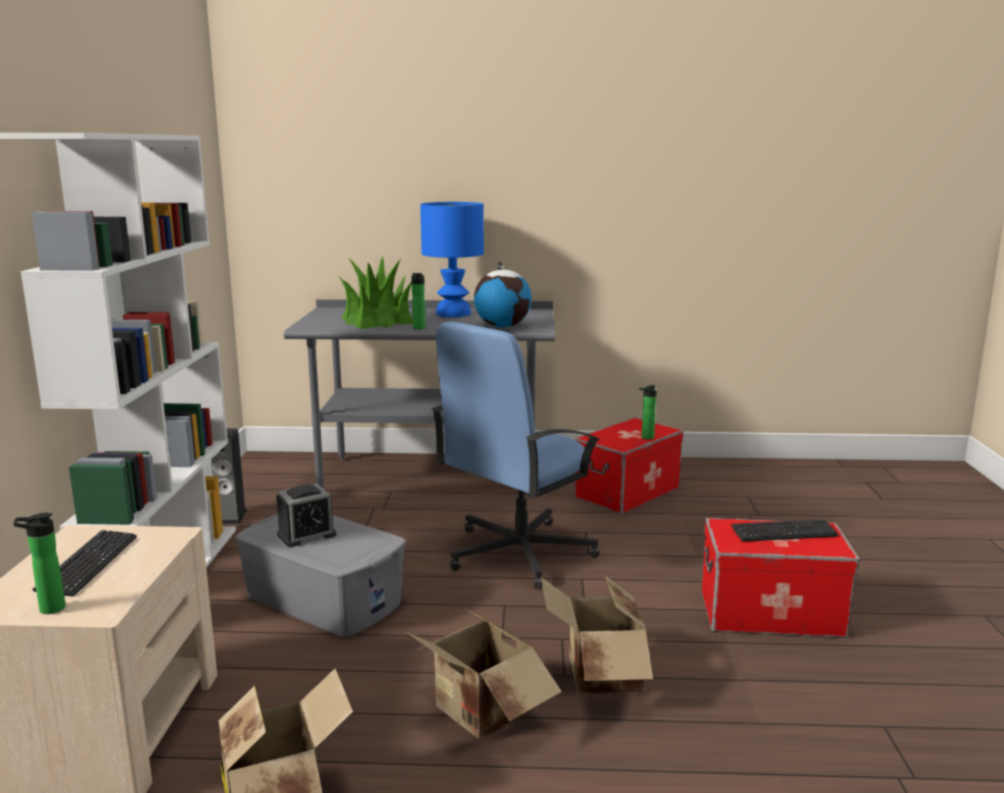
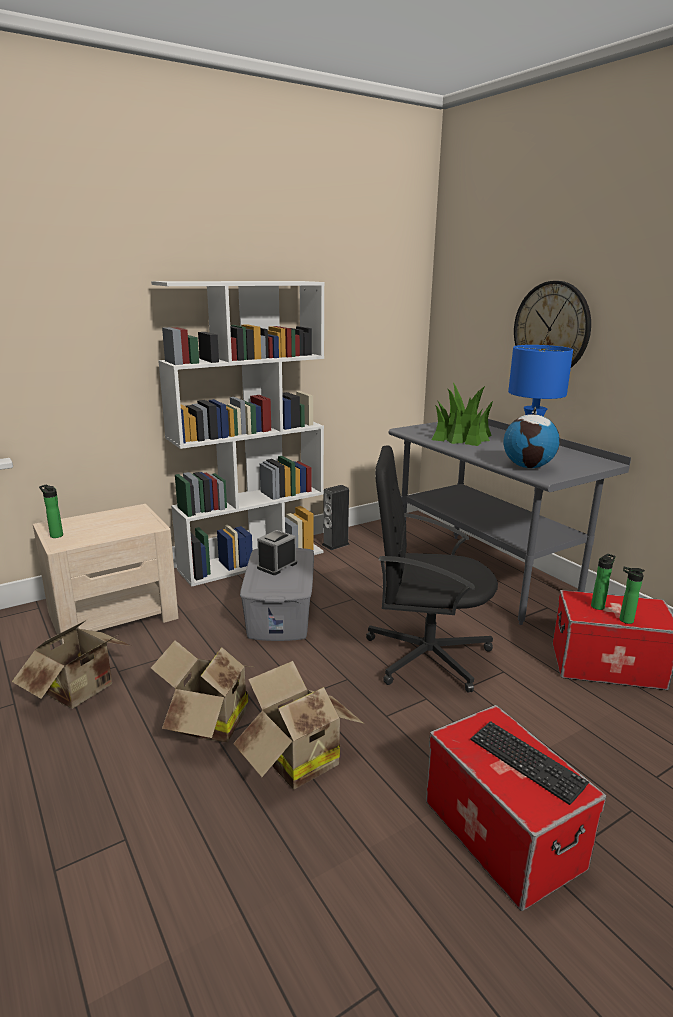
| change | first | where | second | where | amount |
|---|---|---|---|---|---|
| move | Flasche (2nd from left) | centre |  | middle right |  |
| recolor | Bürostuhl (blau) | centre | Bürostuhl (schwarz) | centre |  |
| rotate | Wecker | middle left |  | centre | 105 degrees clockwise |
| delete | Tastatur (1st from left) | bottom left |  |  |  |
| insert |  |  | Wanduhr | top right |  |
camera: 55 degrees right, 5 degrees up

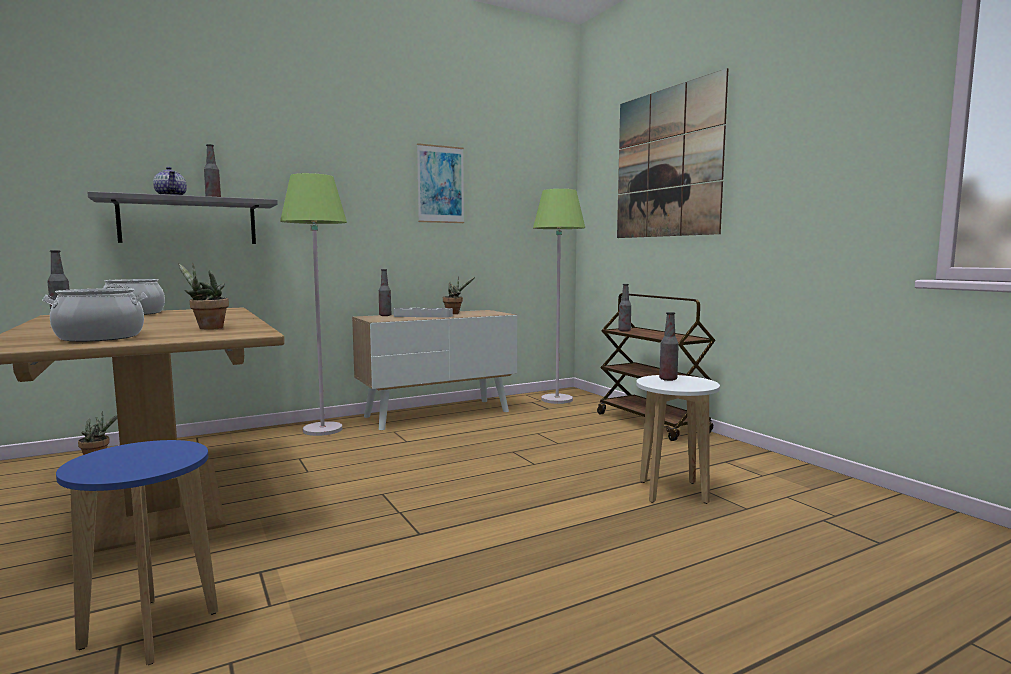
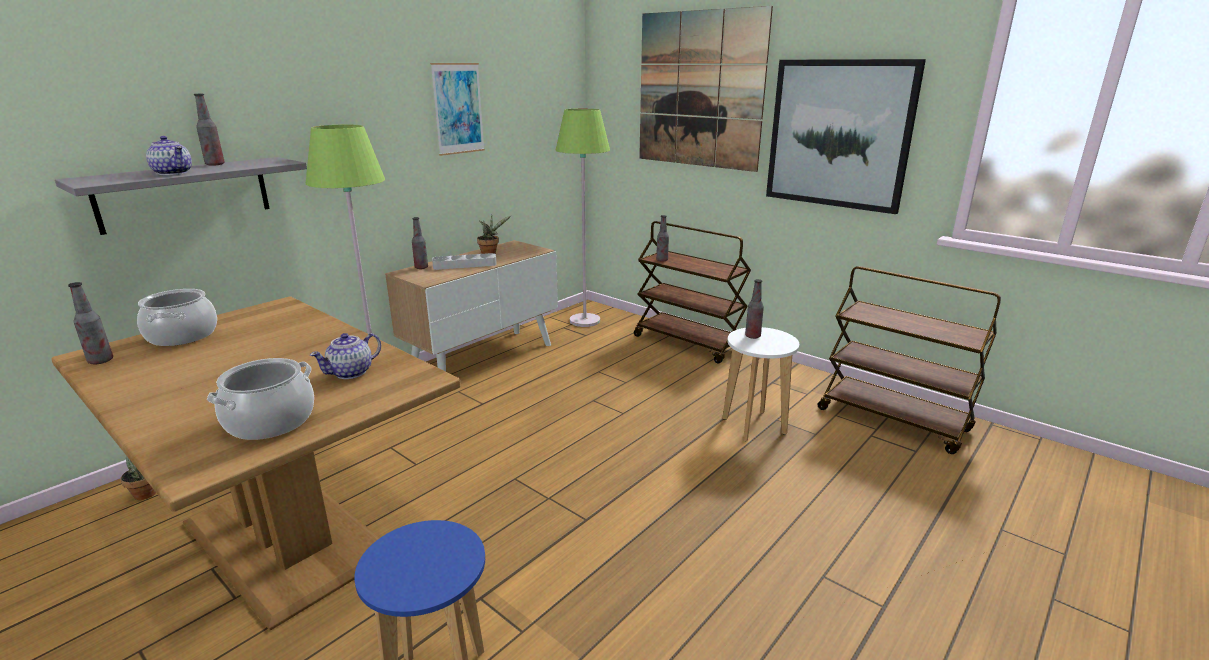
| change | first | where | second | where | amount |
|---|---|---|---|---|---|
| replace | Topfpflanze (2nd from left) | middle left | Teekanne (2nd from left) | middle left |  |
| insert |  |  | Bild (3rd from left) | top right |  |
| insert |  |  | Rollwagen (braun) (2nd from left) | middle right |  |
camera: 20 degrees left, 15 degrees up

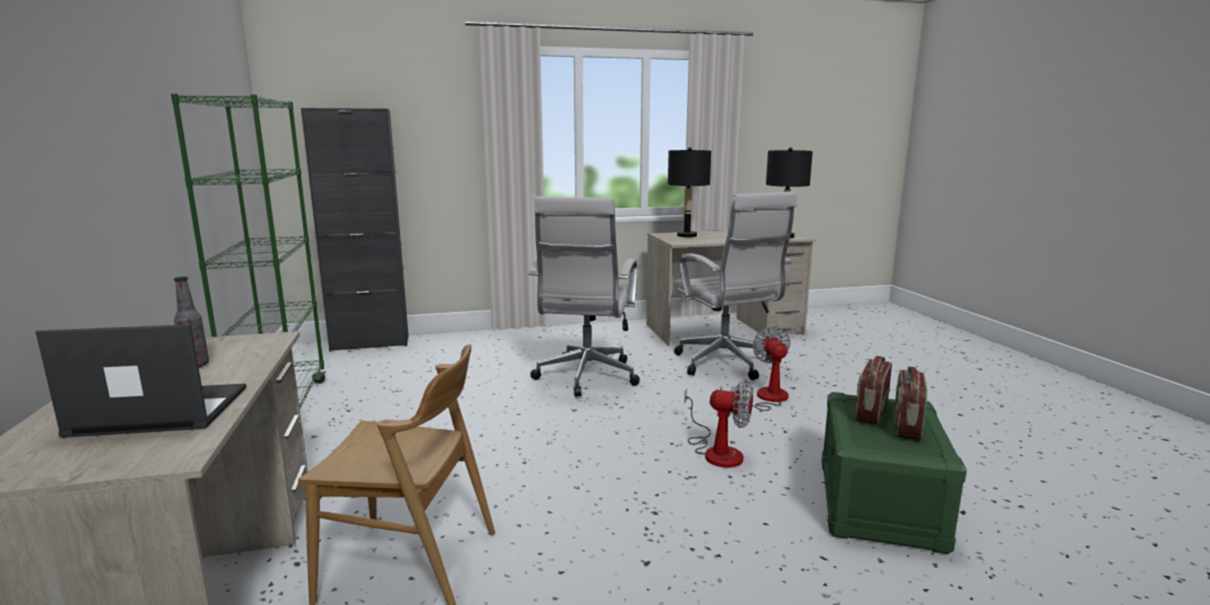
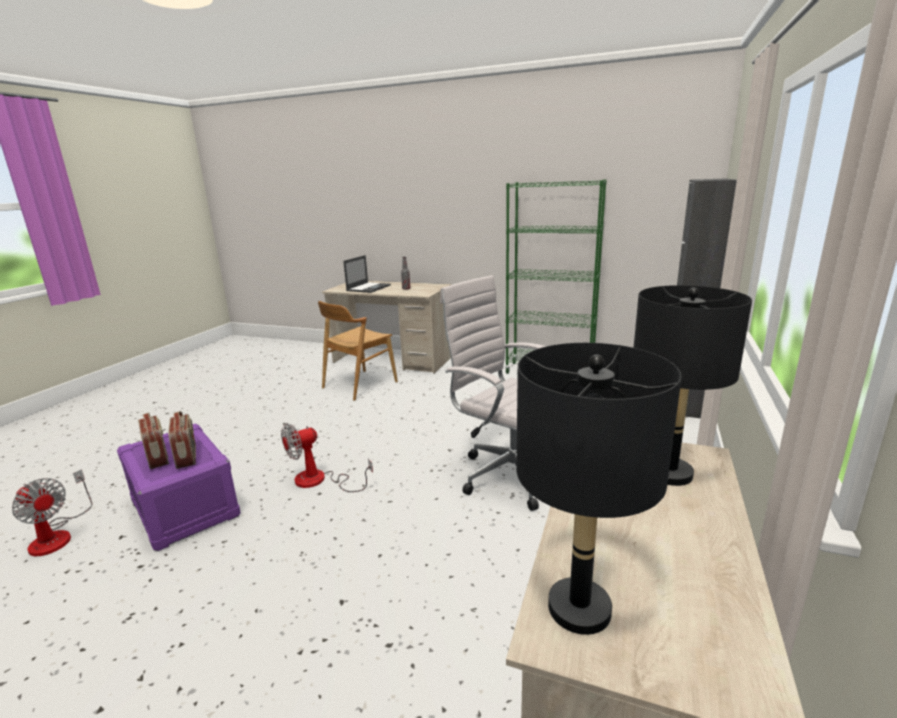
| change | first | where | second | where | amount |
|---|---|---|---|---|---|
| delete | Bürostuhl (weiß) (2nd from left) | centre |  |  |  |
| move | Ventilator (2nd from left in the first image) | centre | Ventilator (1st from left) | bottom left |  |
| recolor | Aufbewahrungsbox (grün) | bottom right | Aufbewahrungsbox (lila) | bottom left |  |
camera: 125 degrees right, 5 degrees up

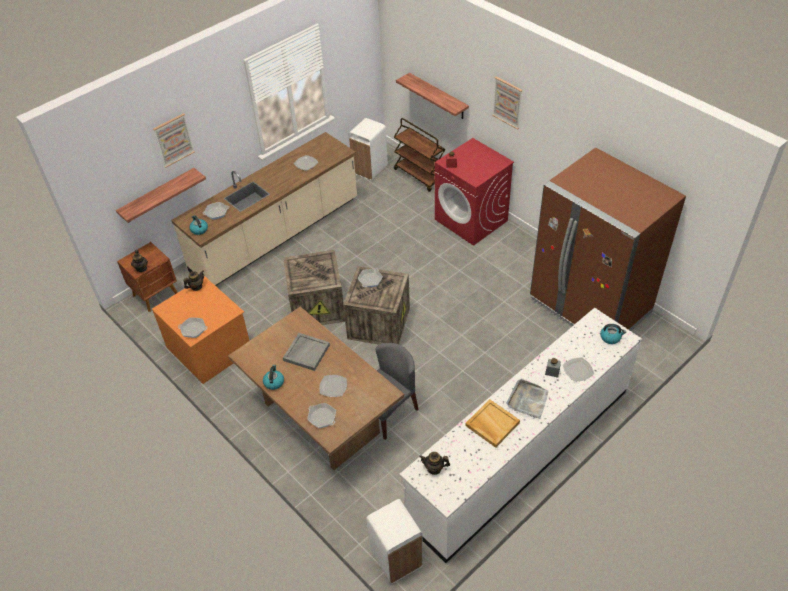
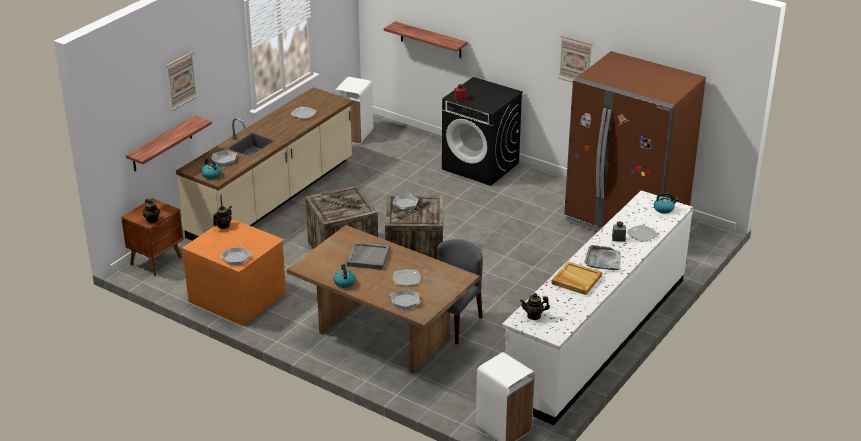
| change | first | where | second | where | amount |
|---|---|---|---|---|---|
| move | Bild (2nd from left) | top centre |  | top right |  |
| delete | Rollwagen (braun) | top centre |  |  |  |
| recolor | Waschmaschine (rot) | top centre | Waschmaschine (schwarz) | top centre |  |
camera: 15 degrees left, 15 degrees down

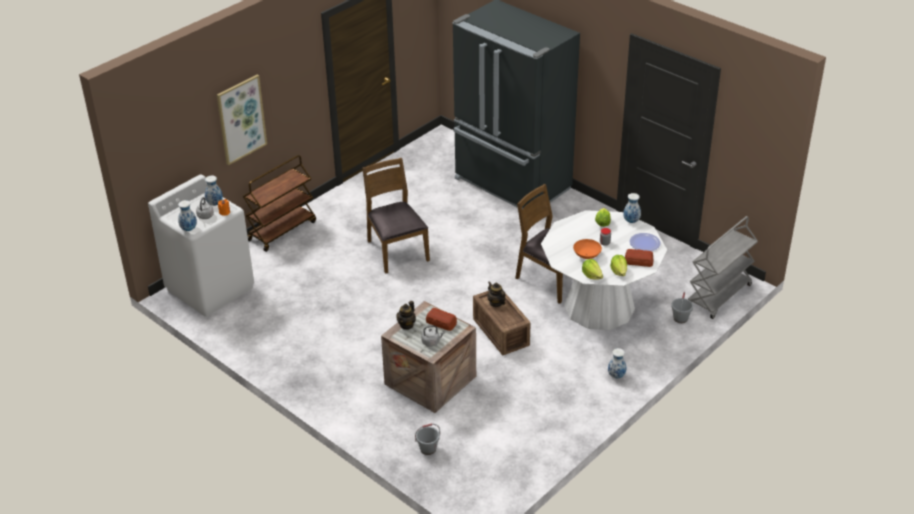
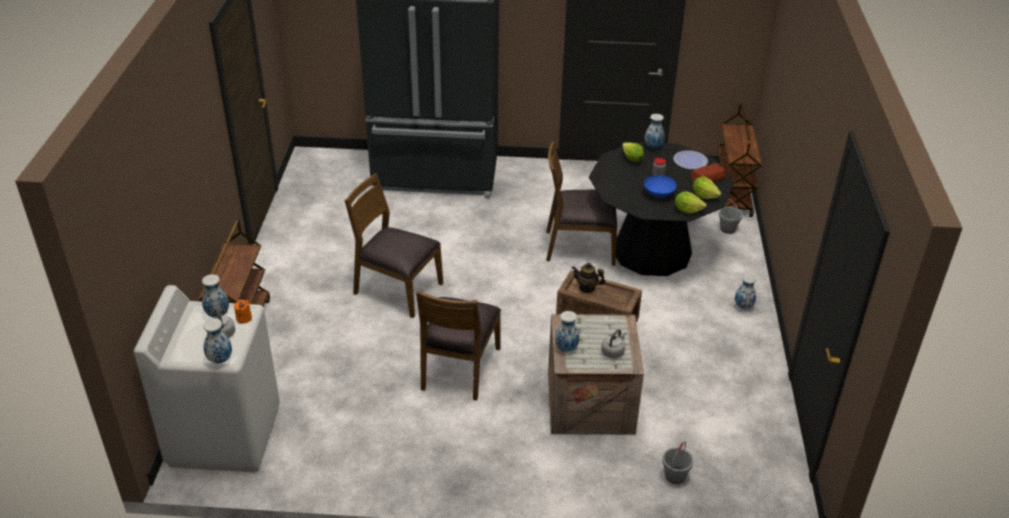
| change | first | where | second | where | amount |
|---|---|---|---|---|---|
| delete | Bild | top left |  |  |  |
| recolor | Esstisch (weiß) | centre | Esstisch (schwarz) | centre |  |
| recolor | Rollwagen (grau) | middle right | Rollwagen (braun) (2nd from left) | top right |  |
| recolor | Schüssel (orange) | centre | Schüssel (blau) | centre |  |
| replace | Teekanne (1st from left) | centre | Vase (3rd from left) | centre |  |
| delete | Brot (1st from left) | centre |  |  |  |
| insert |  |  | Stuhl (braun) (2nd from left) | centre |  |
camera: 40 degrees left, 0 degrees up

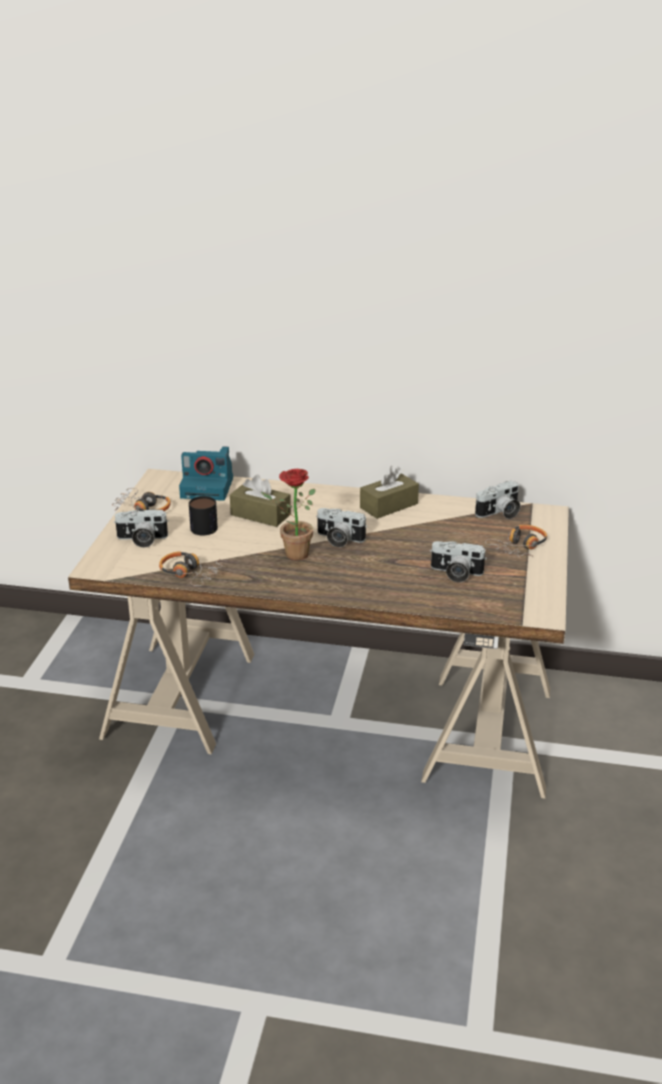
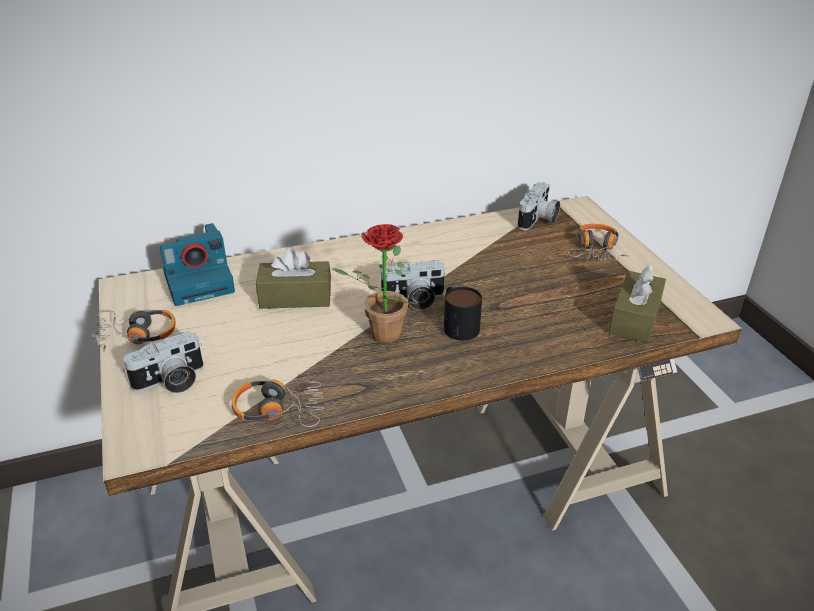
| change | first | where | second | where | amount |
|---|---|---|---|---|---|
| move | Taschentuchbox (braun) (2nd from left) | centre |  | middle right |  |
| move | Henkelbecher | middle left |  | centre |  |
| delete | Kamera (4th from left) | middle right |  |  |  |
camera: 30 degrees left, 5 degrees up

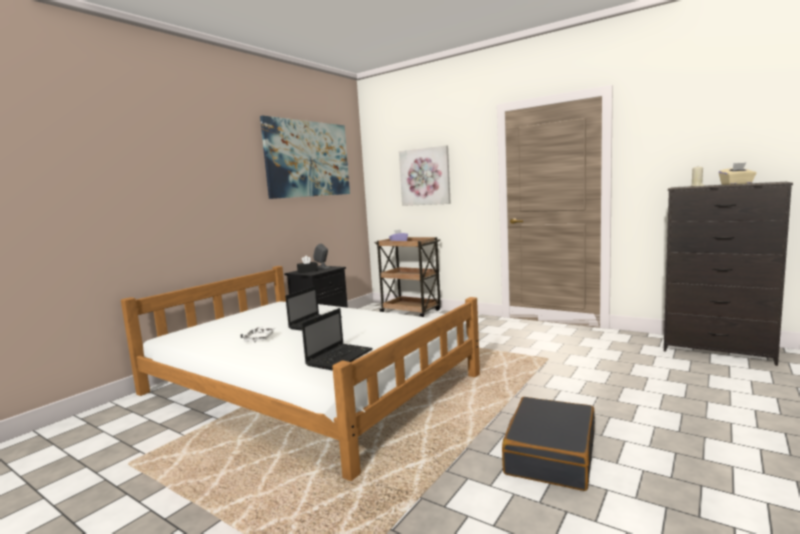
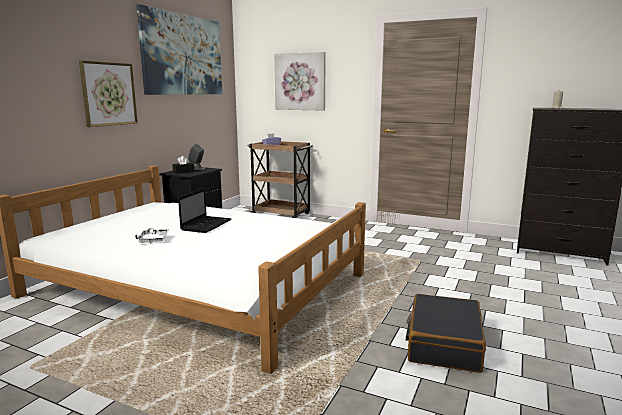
| change | first | where | second | where | amount |
|---|---|---|---|---|---|
| delete | Taschentuchbox (beige) | top right |  |  |  |
| delete | Laptop (2nd from left) | centre |  |  |  |
| insert |  |  | Bild (1st from left) | top left |  |
camera: 10 degrees left, 5 degrees up

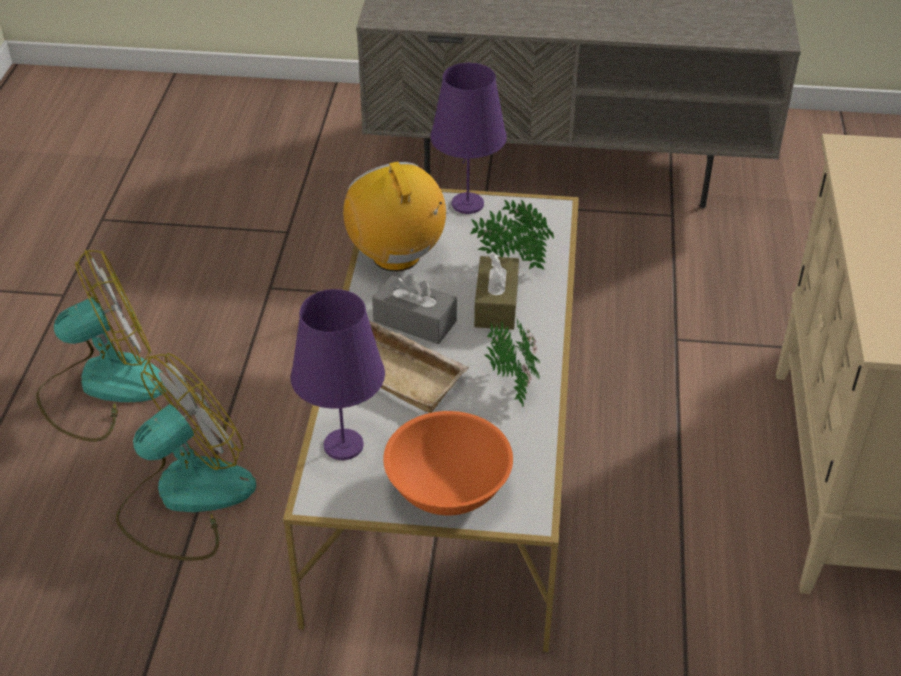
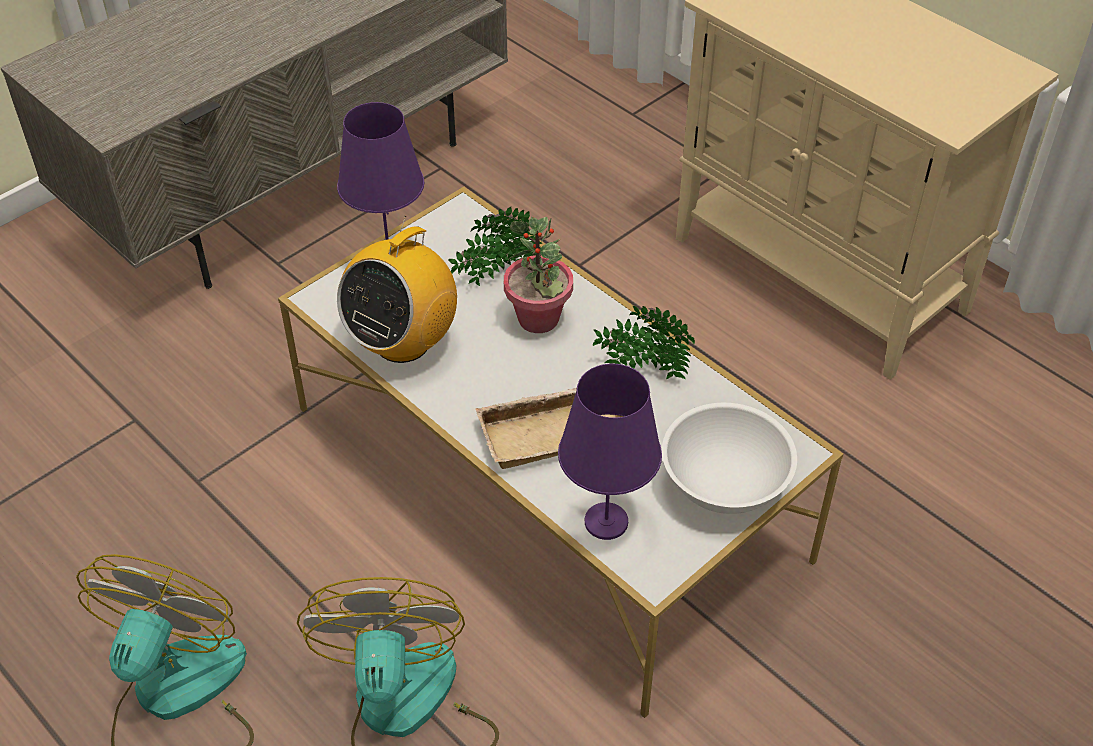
| change | first | where | second | where | amount |
|---|---|---|---|---|---|
| rotate | Radio | top centre |  | centre | 75 degrees counterclockwise |
| replace | Taschentuchbox (braun) | centre | Topfpflanze (2nd from left) | centre |  |
| delete | Taschentuchbox (grau) | centre |  |  |  |
| recolor | Schüssel (orange) | bottom centre | Schüssel (weiß) | middle right |  |
camera: 50 degrees left, 5 degrees up

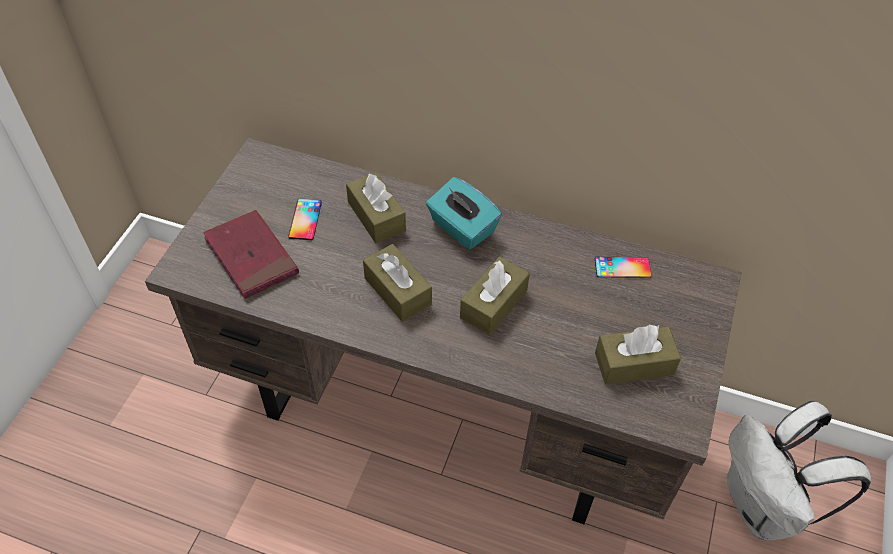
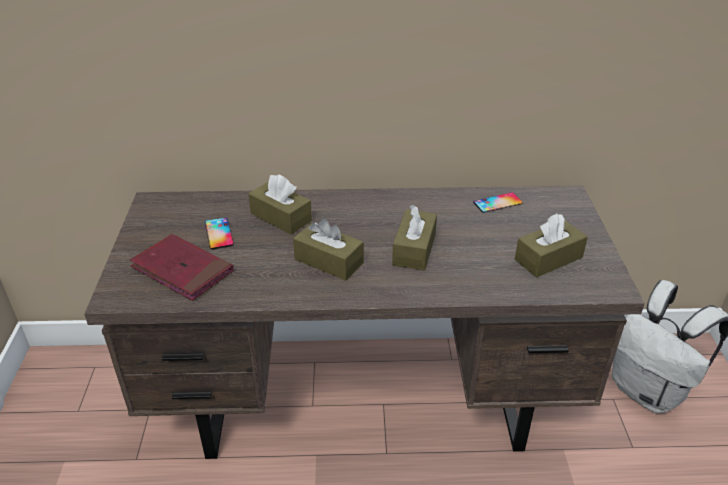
| change | first | where | second | where | amount |
|---|---|---|---|---|---|
| delete | Taschentuchbox (türkis) | centre |  |  |  |
camera: 20 degrees left, 15 degrees down

